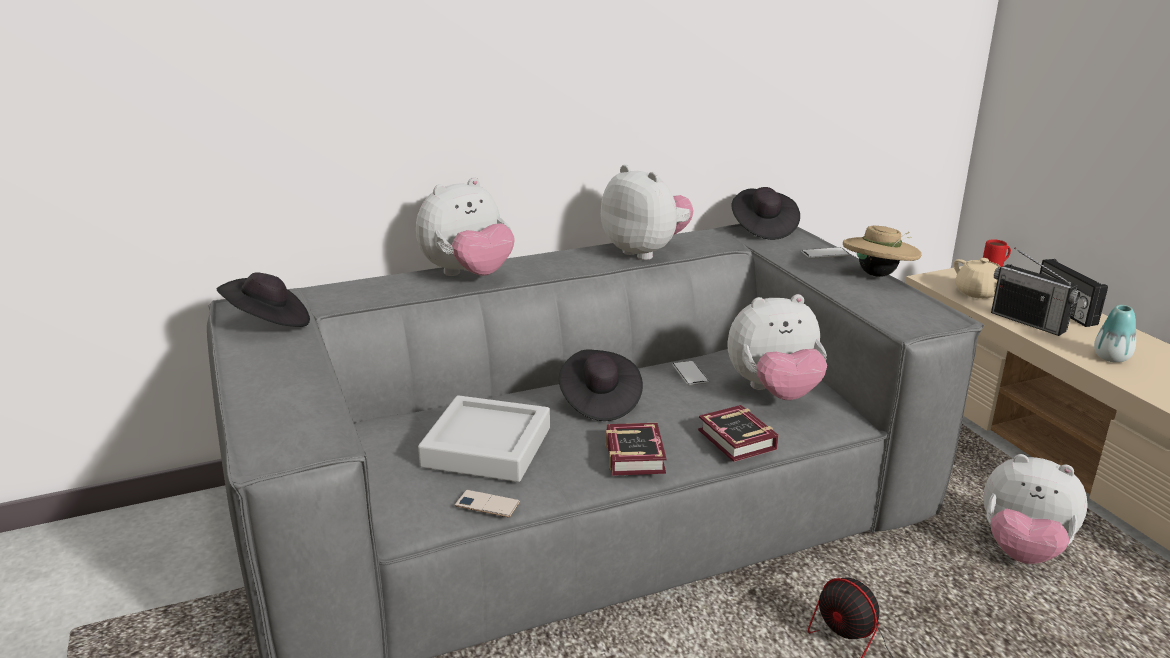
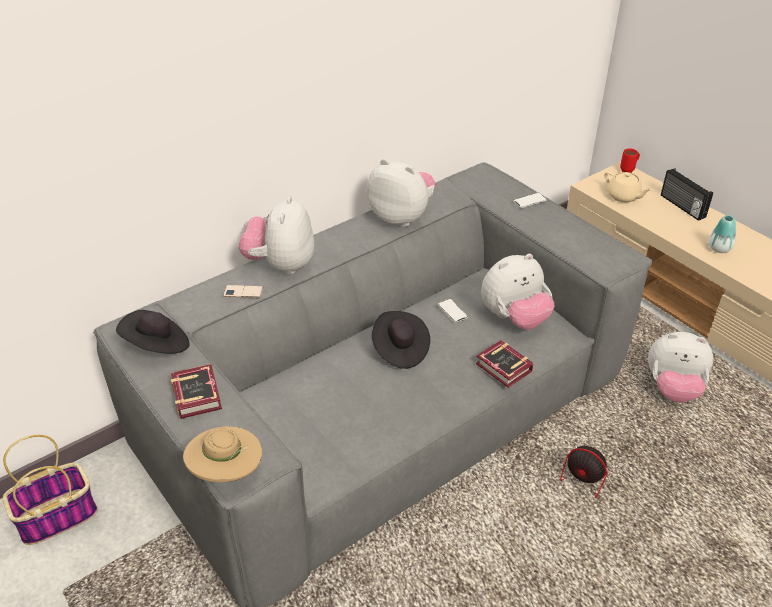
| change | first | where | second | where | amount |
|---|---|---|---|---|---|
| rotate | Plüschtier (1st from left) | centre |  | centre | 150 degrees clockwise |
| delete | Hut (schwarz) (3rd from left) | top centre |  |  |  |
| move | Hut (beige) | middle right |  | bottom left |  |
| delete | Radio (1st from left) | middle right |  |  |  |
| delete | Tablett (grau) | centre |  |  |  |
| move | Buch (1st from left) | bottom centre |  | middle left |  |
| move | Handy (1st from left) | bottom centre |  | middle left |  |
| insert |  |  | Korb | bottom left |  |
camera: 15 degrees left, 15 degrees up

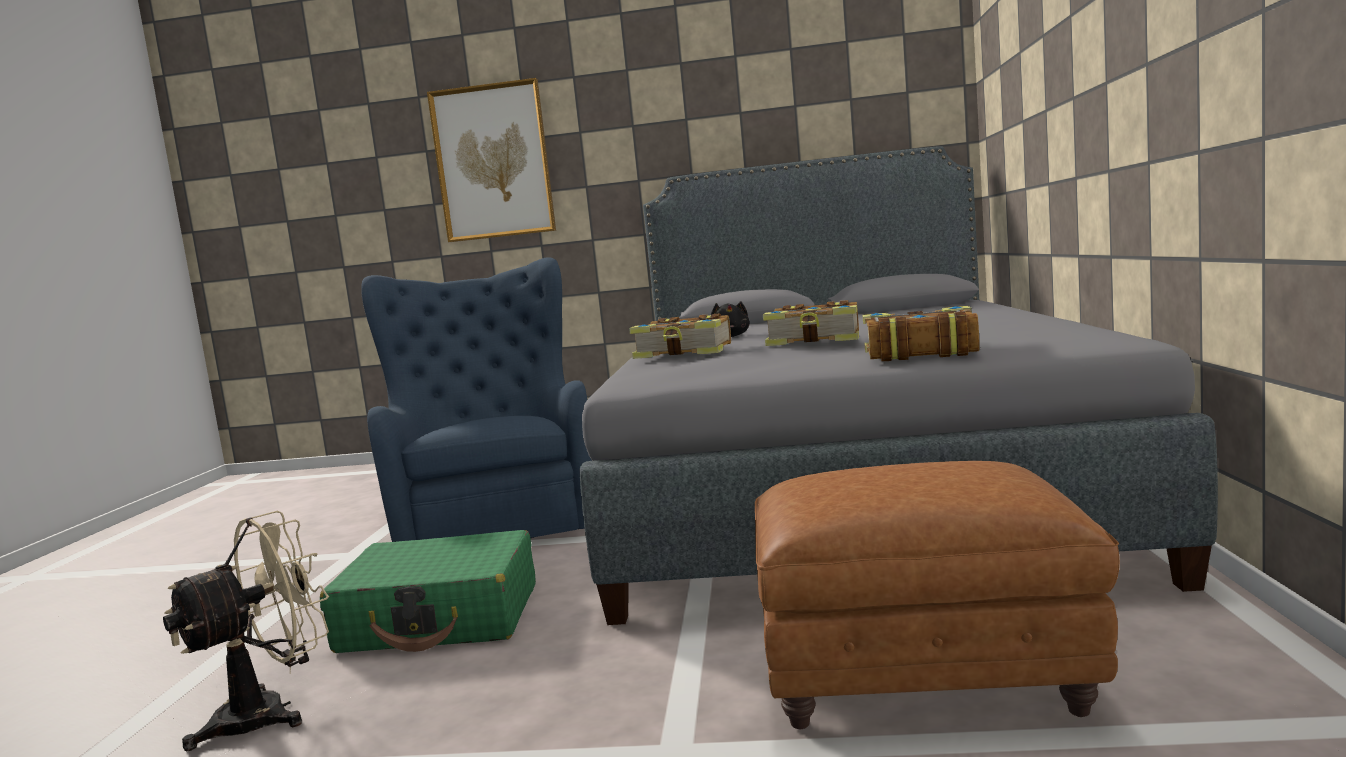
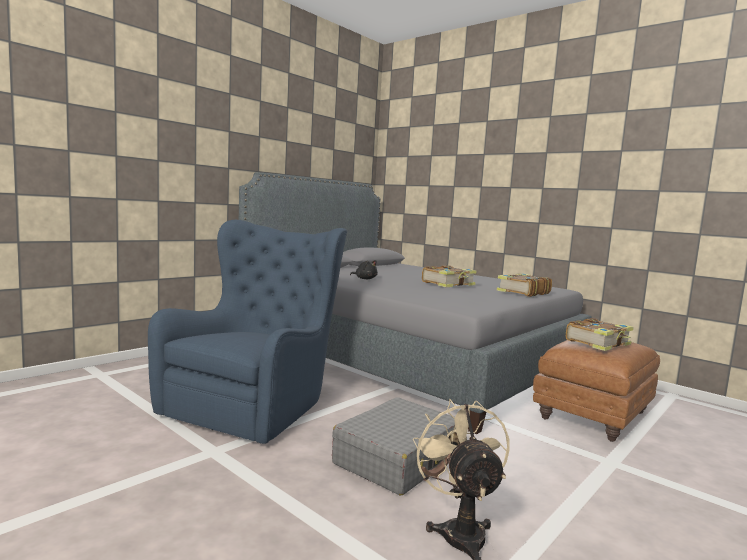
| change | first | where | second | where | amount |
|---|---|---|---|---|---|
| delete | Bild | top centre |  |  |  |
| rotate | Sessel (blau) | centre |  | middle left | 90 degrees clockwise |
| move | Buch (1st from left in the first image) | centre | Buch (3rd from left) | middle right |  |
| recolor | Koffer (grün) | bottom left | Koffer (grau) | bottom centre |  |
camera: 55 degrees left, 0 degrees up

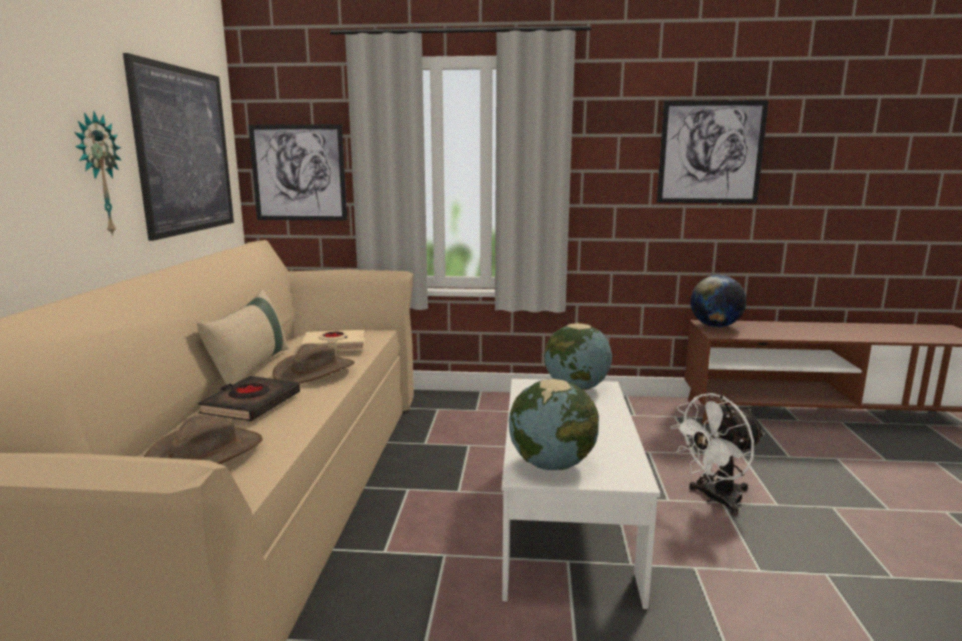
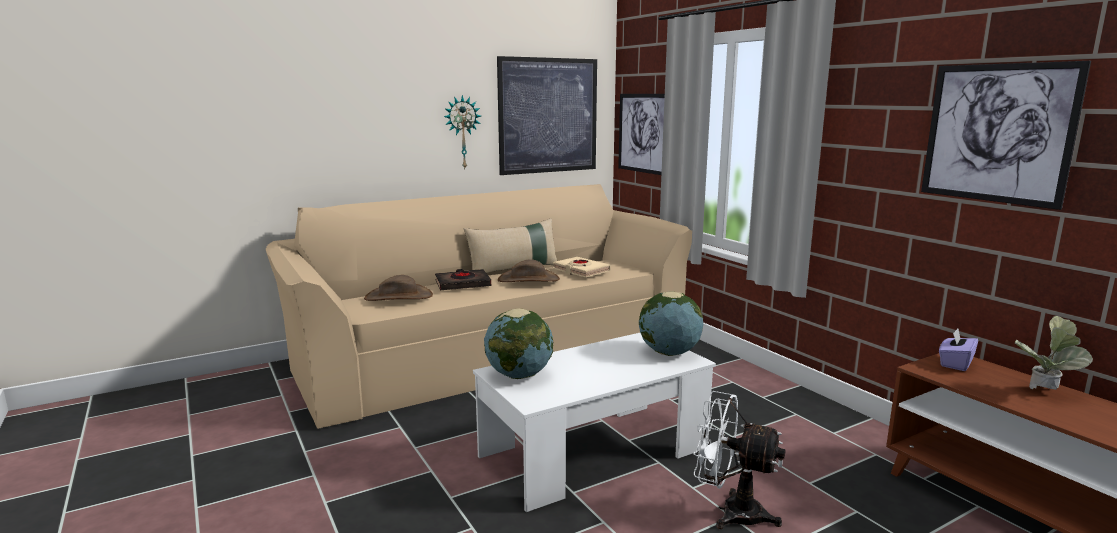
| change | first | where | second | where | amount |
|---|---|---|---|---|---|
| replace | Globus (3rd from left) | middle right | Taschentuchbox (lila) | middle right |  |
| insert |  |  | Topfpflanze | middle right |  |
camera: 55 degrees right, 0 degrees up

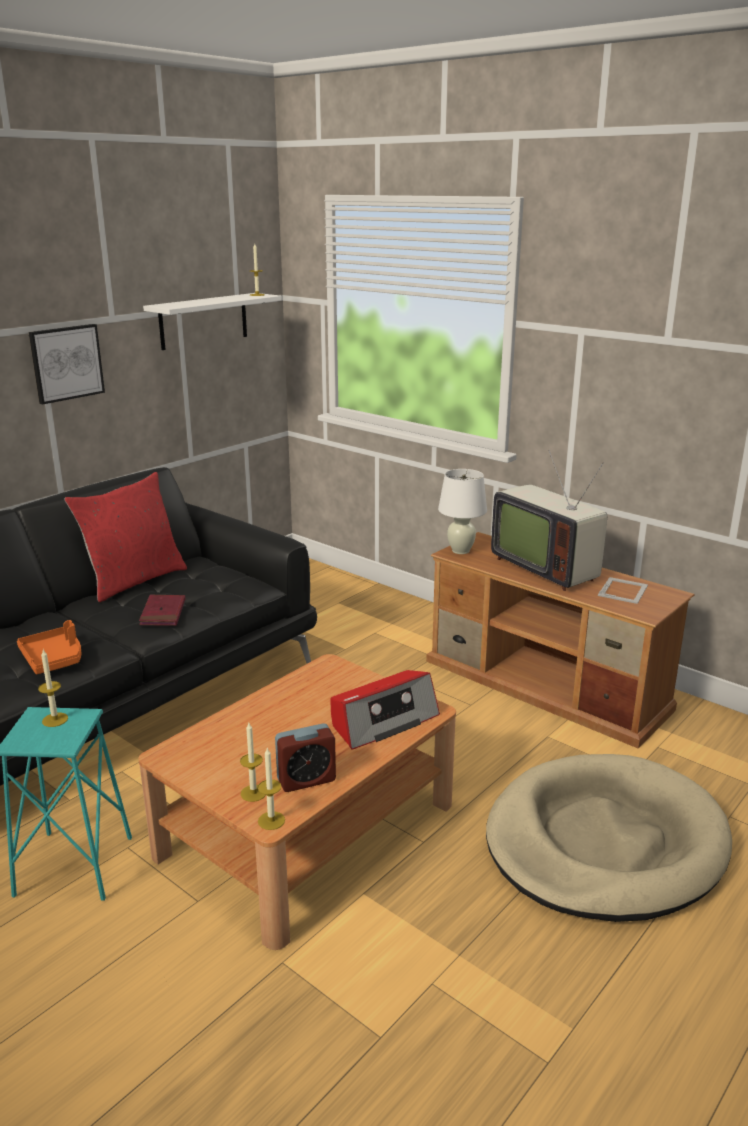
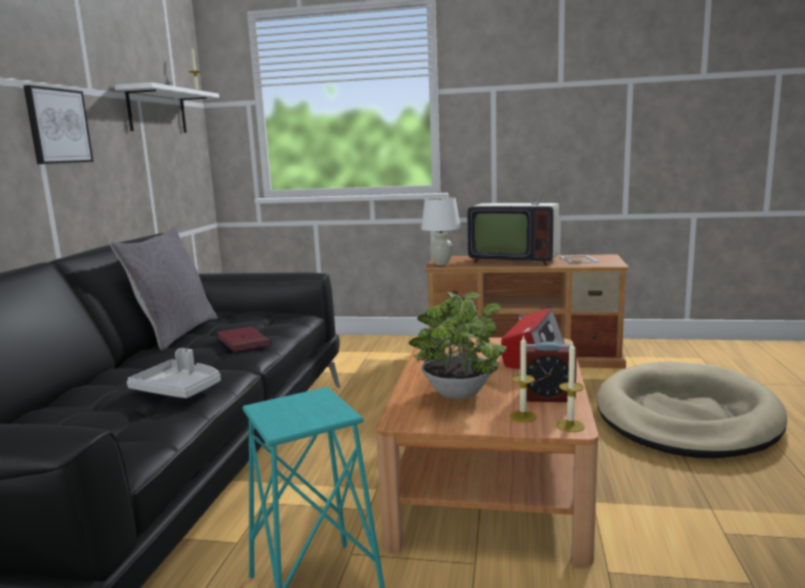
| change | first | where | second | where | amount |
|---|---|---|---|---|---|
| recolor | Kissen (rot) | middle left | Kissen (grau) | middle left |  |
| recolor | Tablett (orange) | middle left | Tablett (grau) | middle left |  |
| delete | Kerze (1st from left) | middle left |  |  |  |
| rotate | Wecker | bottom centre |  | middle right | 60 degrees clockwise |
| insert |  |  | Topfpflanze | centre |  |
camera: 30 degrees left, 10 degrees down

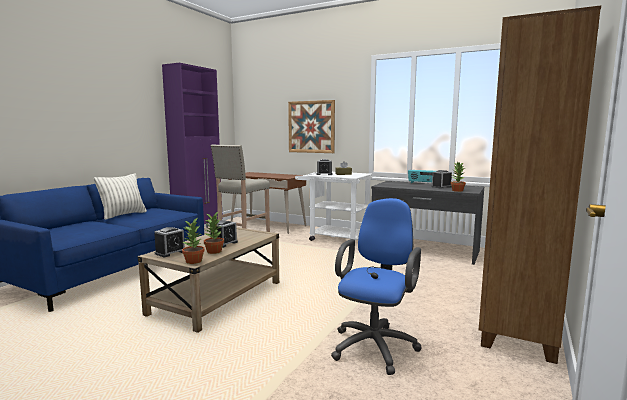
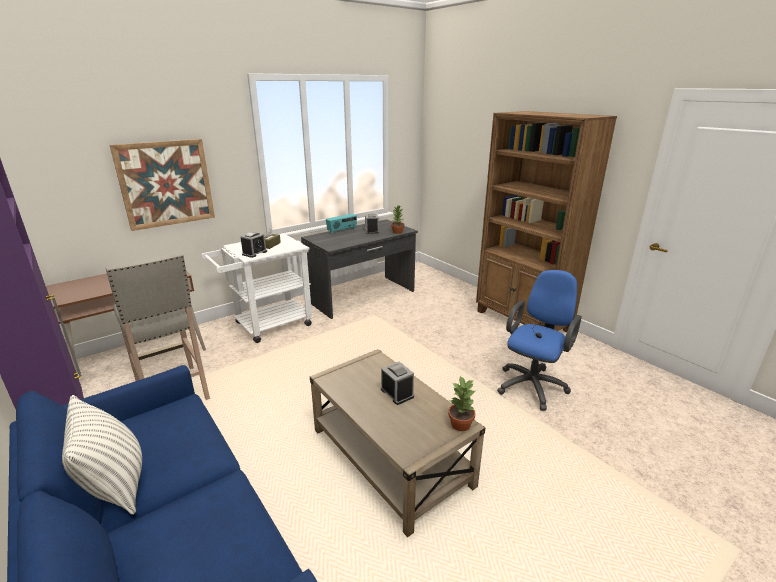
| change | first | where | second | where | amount |
|---|---|---|---|---|---|
| rotate | Bürostuhl (blau) | bottom centre |  | middle right | 75 degrees clockwise |
| delete | Topfpflanze (2nd from left) | centre |  |  |  |
| delete | Wecker (1st from left) | middle left |  |  |  |
camera: 65 degrees left, 15 degrees up

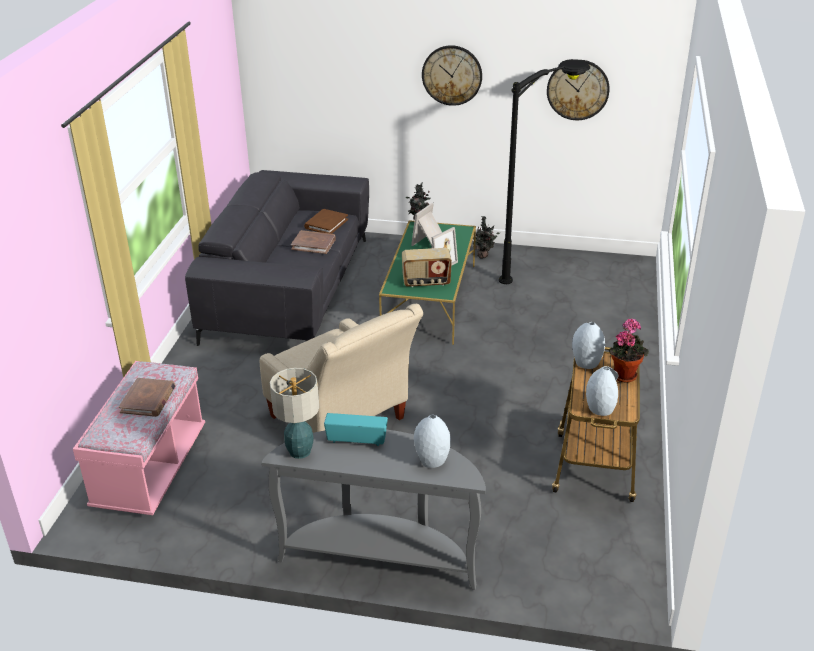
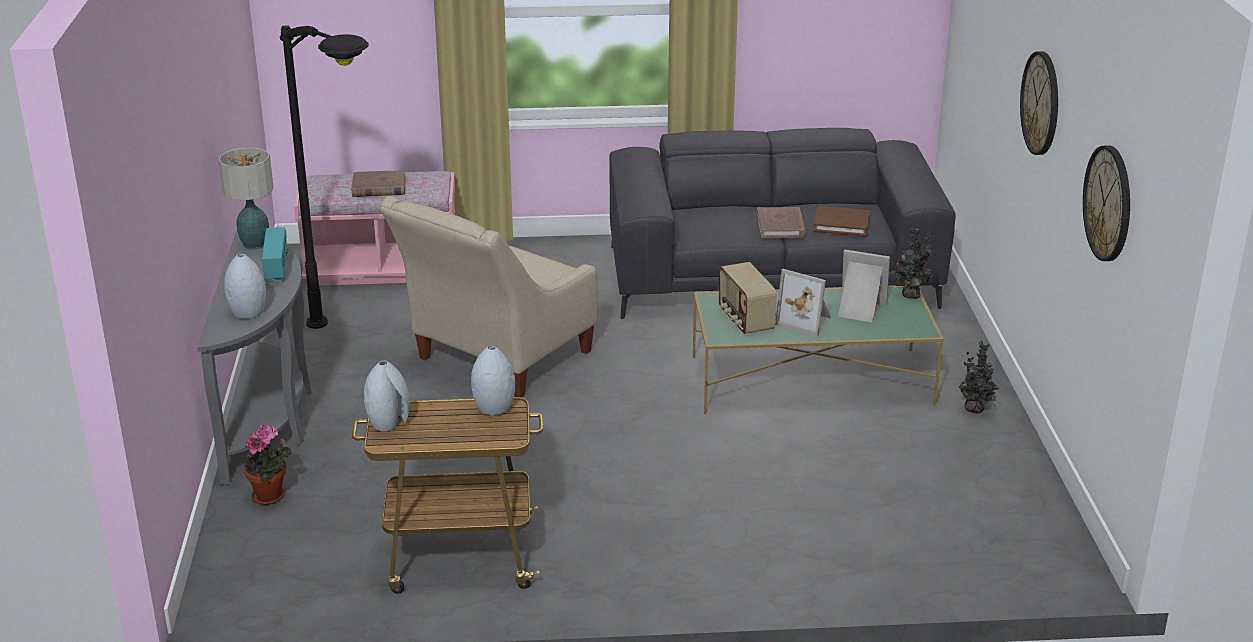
| change | first | where | second | where | amount |
|---|---|---|---|---|---|
| move | Stehlampe (schwarz) | top right |  | top left |  |
| move | Topfpflanze (3rd from left in the first image) | middle right | Topfpflanze (1st from left) | bottom left |  |
camera: 75 degrees right, 5 degrees down

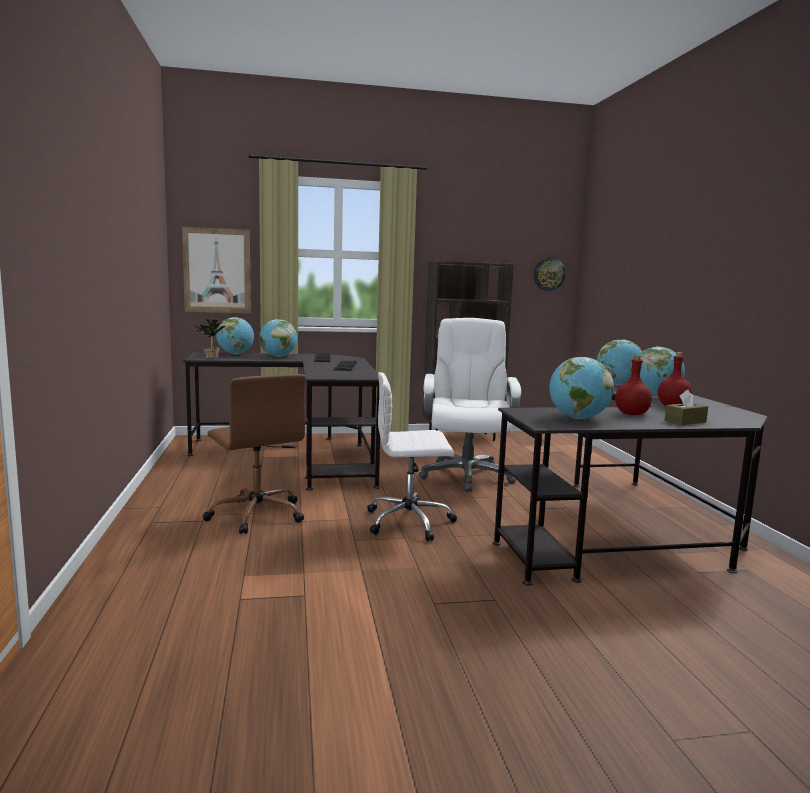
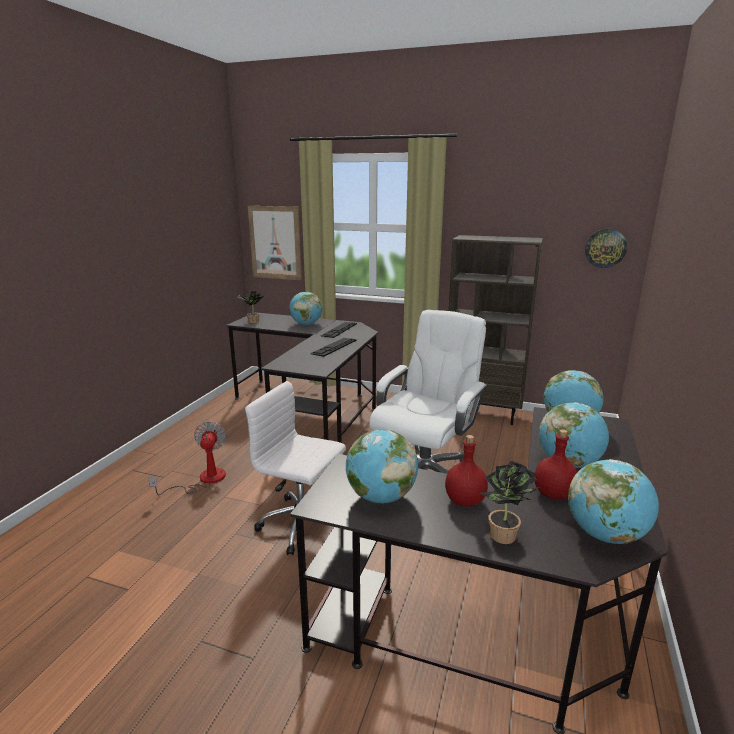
| change | first | where | second | where | amount |
|---|---|---|---|---|---|
| move | Globus (1st from left in the first image) | middle left | Globus (5th from left) | bottom right |  |
| replace | Bürostuhl (braun) | middle left | Ventilator | middle left |  |
| replace | Taschentuchbox (braun) | middle right | Topfpflanze (2nd from left) | bottom right |  |
camera: 30 degrees right, 10 degrees up

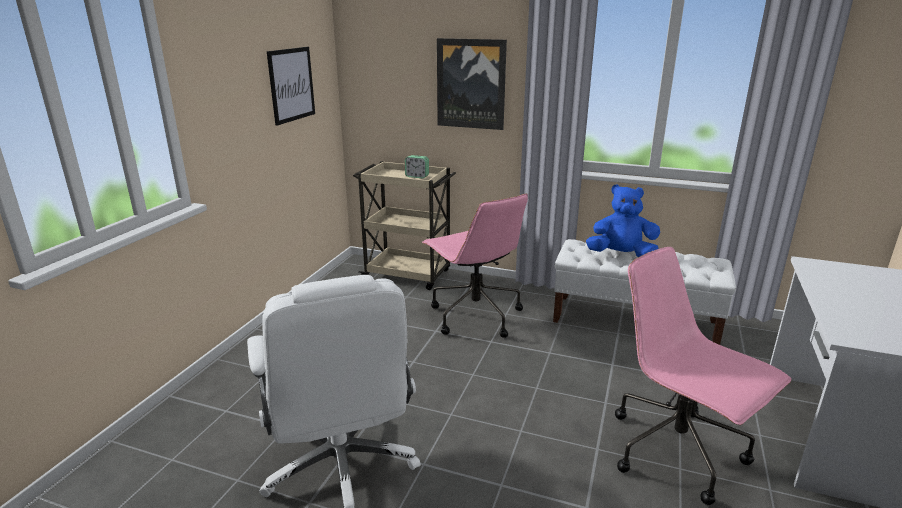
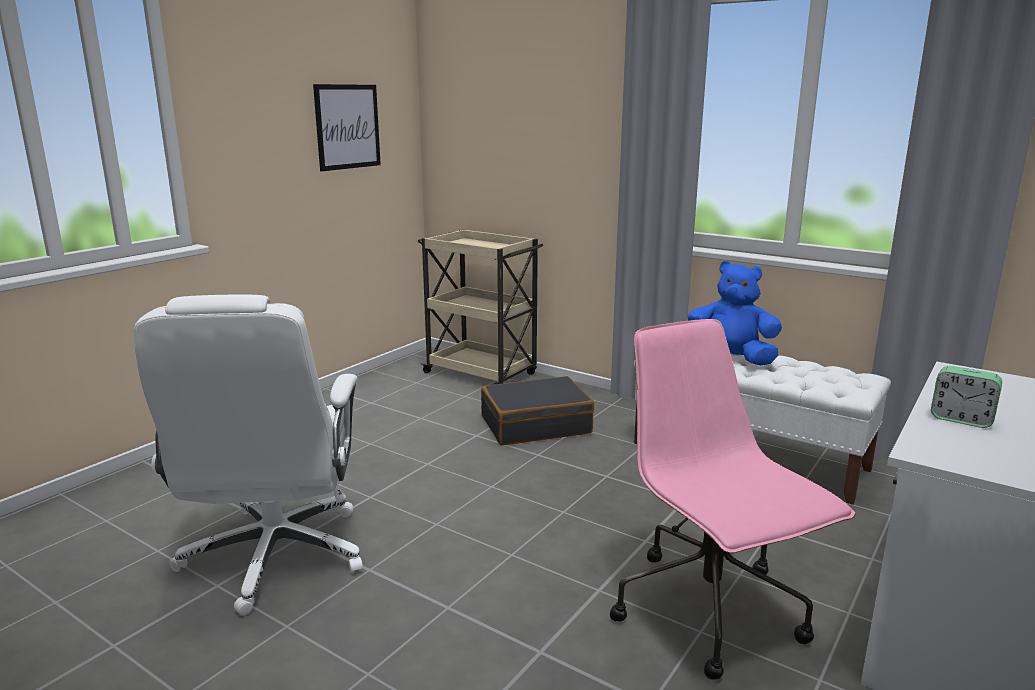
| change | first | where | second | where | amount |
|---|---|---|---|---|---|
| delete | Bild (2nd from left) | top centre |  |  |  |
| move | Wecker | top centre |  | middle right |  |
| replace | Bürostuhl (rosa) (1st from left) | centre | Koffer (schwarz) | centre |  |
camera: 15 degrees right, 5 degrees down

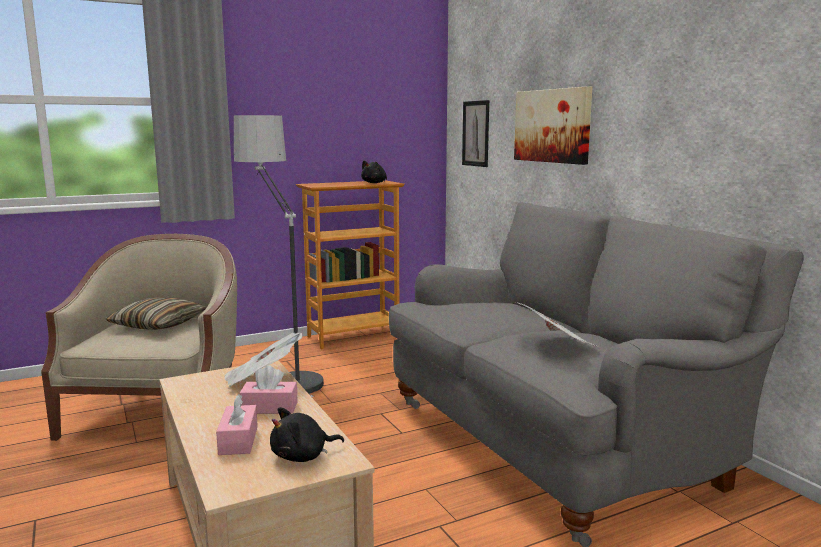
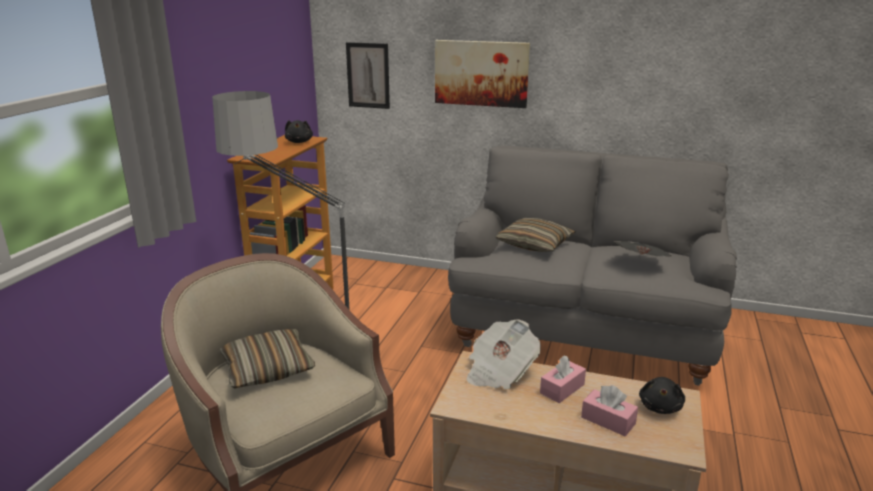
| change | first | where | second | where | amount |
|---|---|---|---|---|---|
| insert |  |  | Kissen (2nd from left) | centre |  |
camera: 45 degrees left, 10 degrees up

